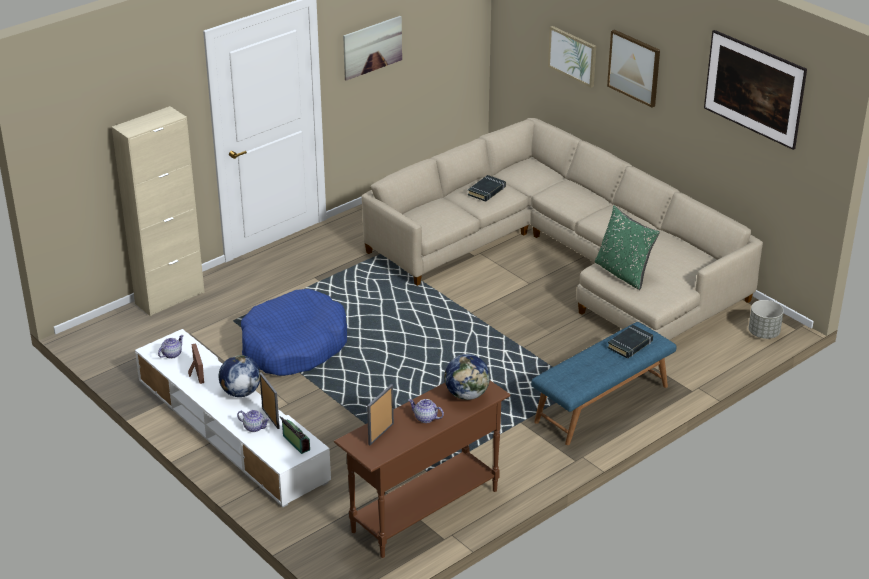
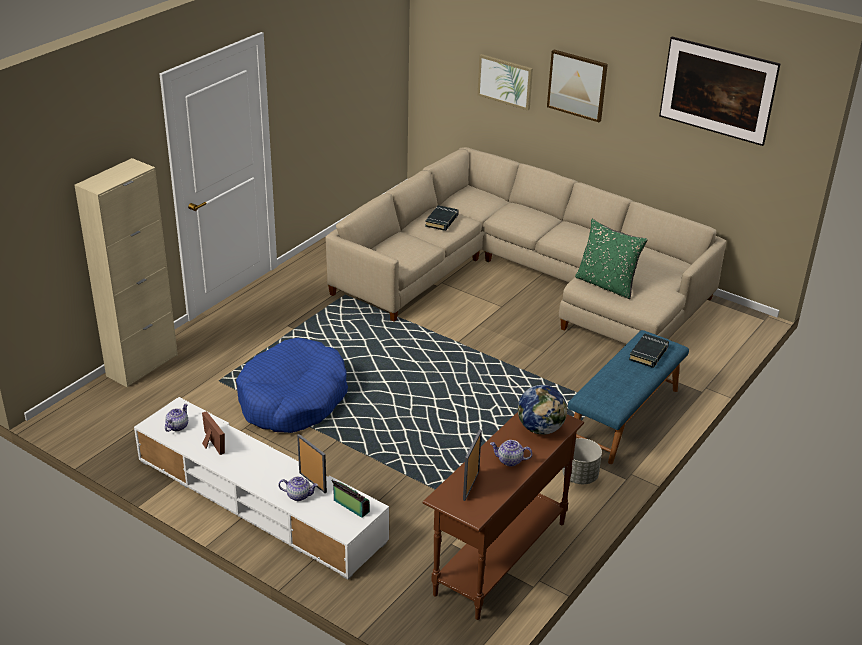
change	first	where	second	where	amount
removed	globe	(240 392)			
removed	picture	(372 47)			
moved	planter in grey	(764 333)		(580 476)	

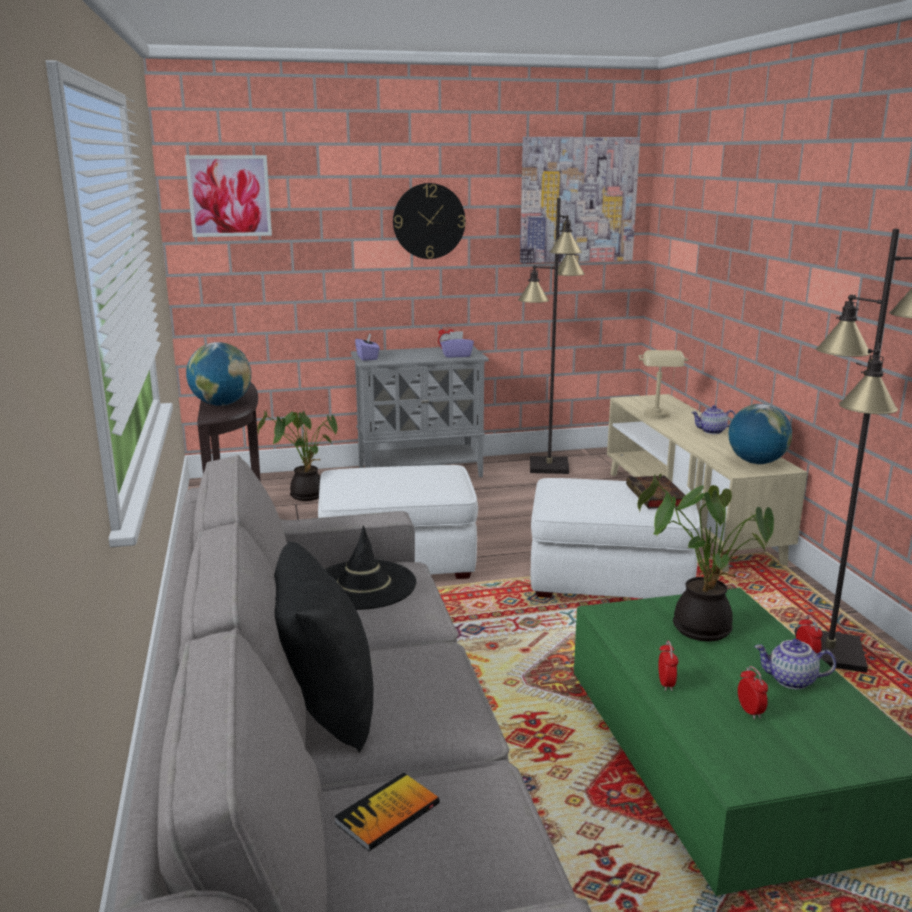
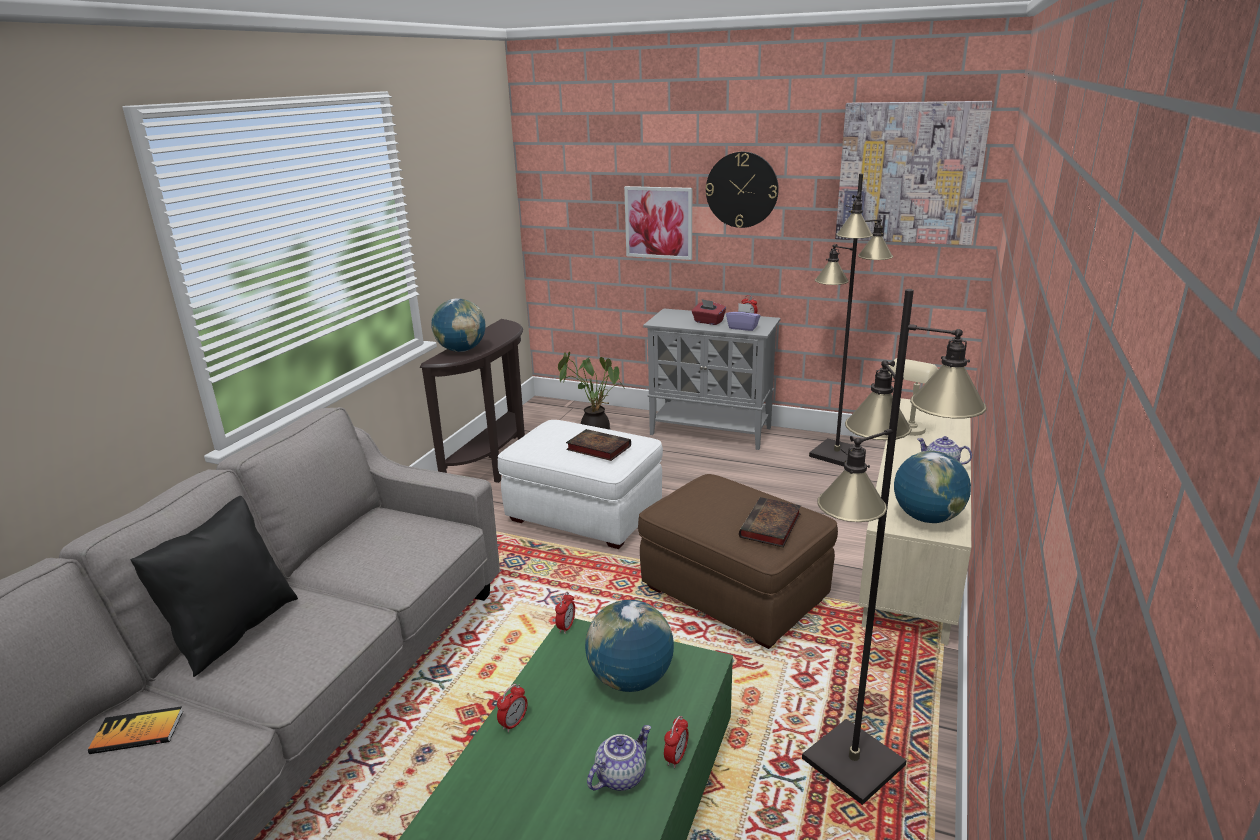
change	first	where	second	where	amount
moved	picture	(229 196)		(658 222)	
removed	hat in black	(363 585)			
removed	tissue box in purple	(367 358)			
recoloured	ottoman in white	(610 581)	ottoman in brown	(735 595)	
replaced	potted plant	(700 626)	globe	(630 680)	
moved	alarm clock	(750 711)		(566 627)	
turned	teapot	(791 681)		(620 776)	90 degrees clockwise
added			book	(597 448)	
added			tissue box in red	(708 322)	

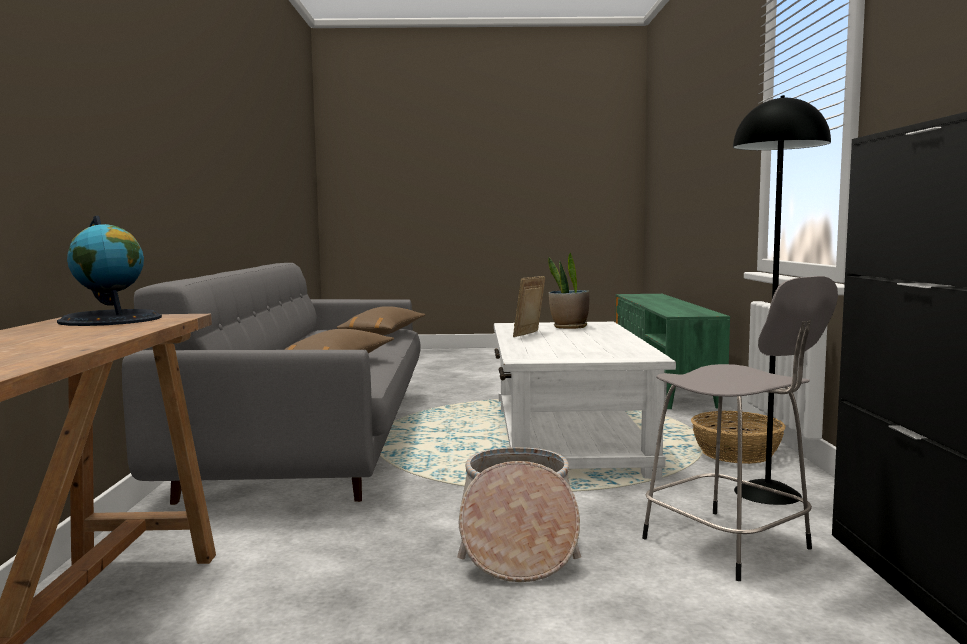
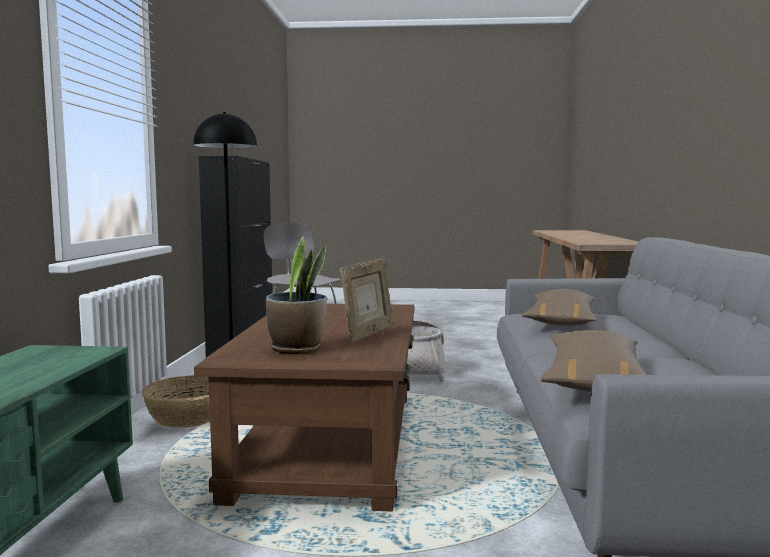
change	first	where	second	where	amount
removed	globe	(111 319)			
recoloured	coffee table in white	(567 438)	coffee table in brown	(330 442)	

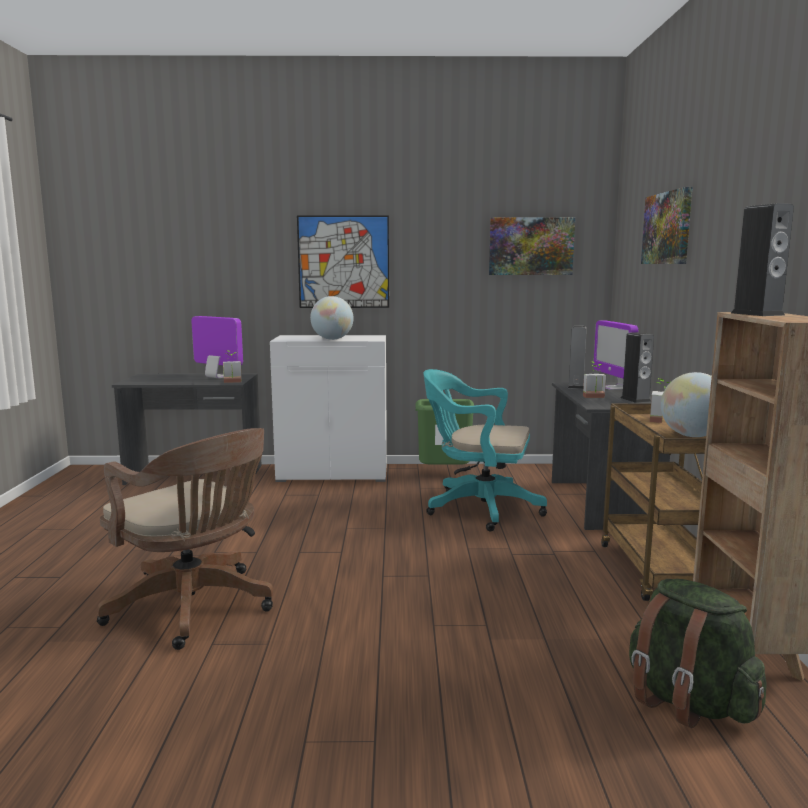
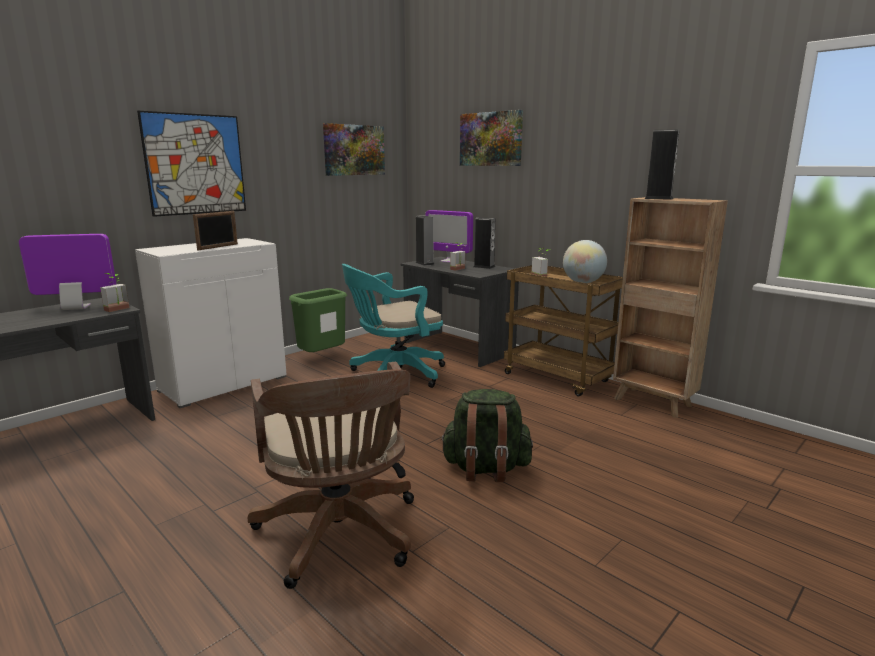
change	first	where	second	where	amount
turned	office chair in brown	(195 608)		(340 536)	75 degrees clockwise
replaced	globe	(332 339)	picture frame	(218 247)	
moved	backpack in green	(687 702)		(485 469)	

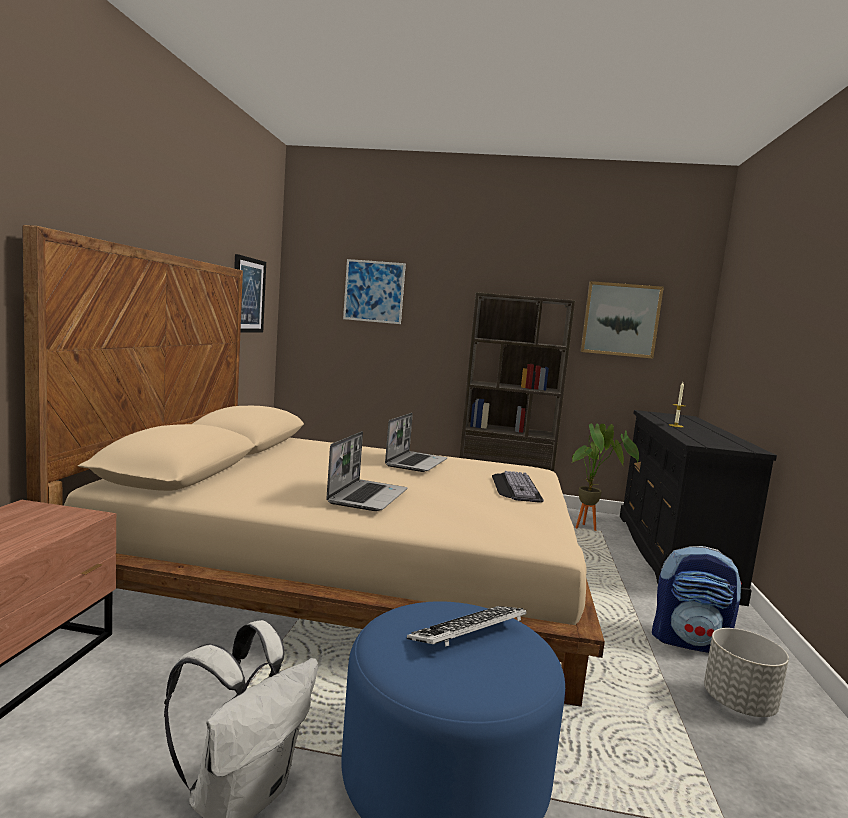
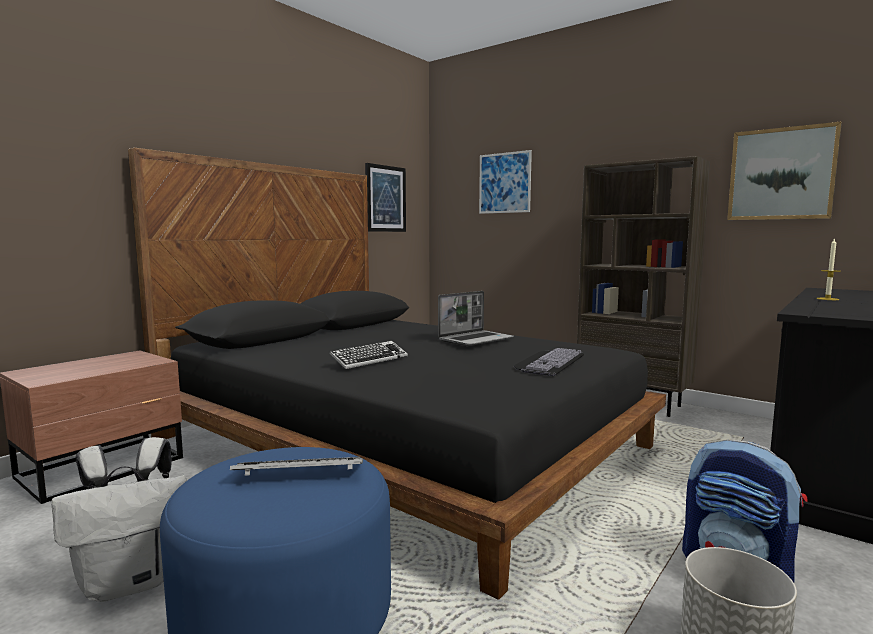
change	first	where	second	where	amount
recoloured	bed in beige	(350 573)	bed in black	(403 442)	
replaced	laptop	(367 496)	keyboard	(369 360)	
removed	potted plant	(590 528)			

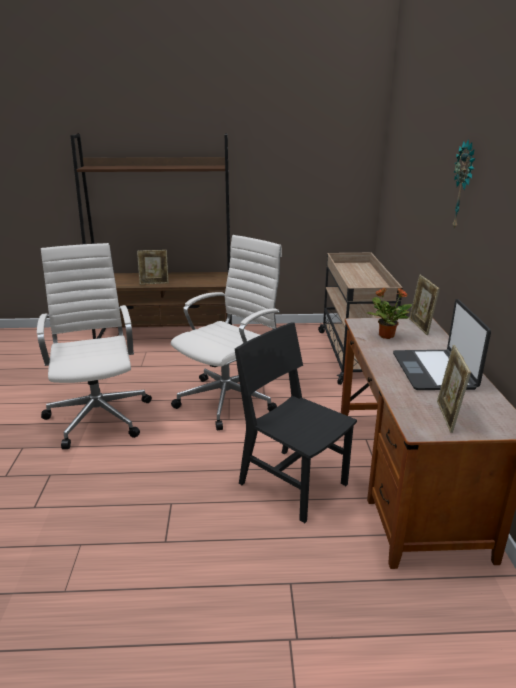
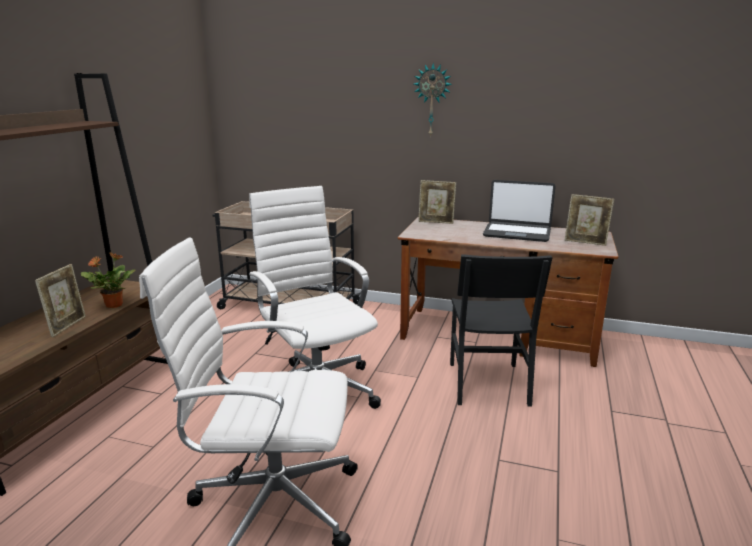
change	first	where	second	where	amount
turned	chair in black	(293 483)		(487 383)	60 degrees counterclockwise
moved	potted plant	(385 335)		(113 305)	

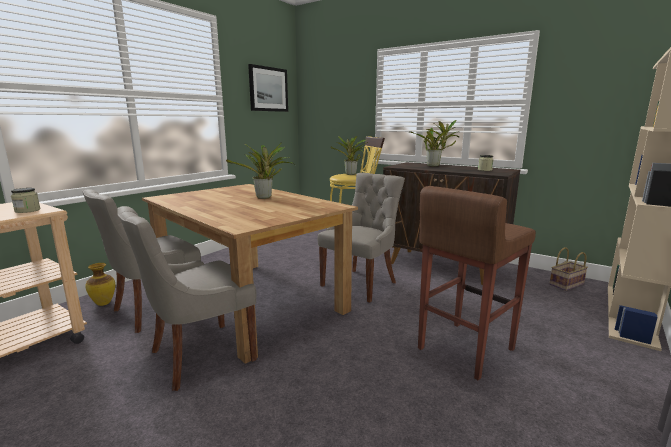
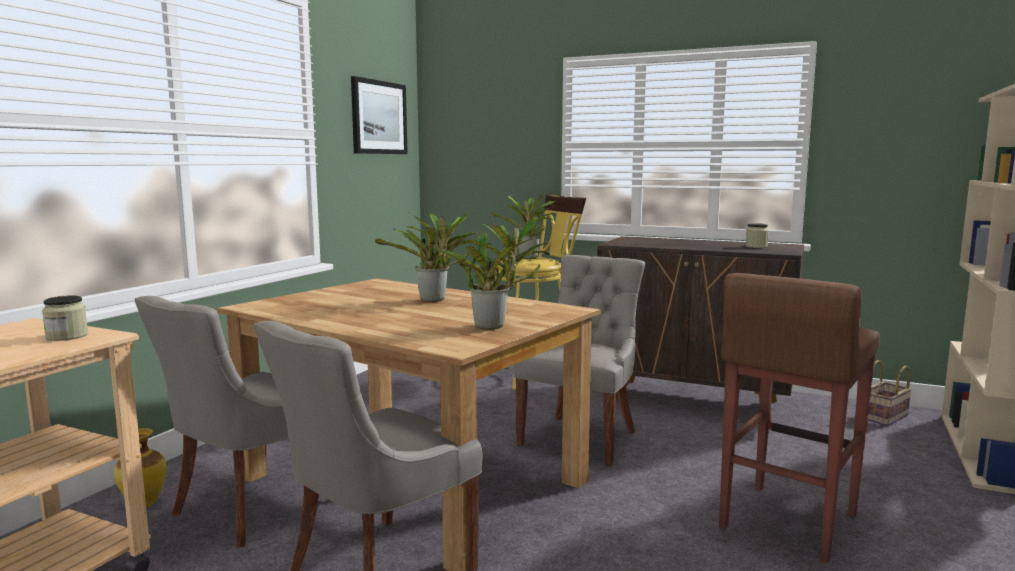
change	first	where	second	where	amount
moved	potted plant	(435 166)		(494 326)	

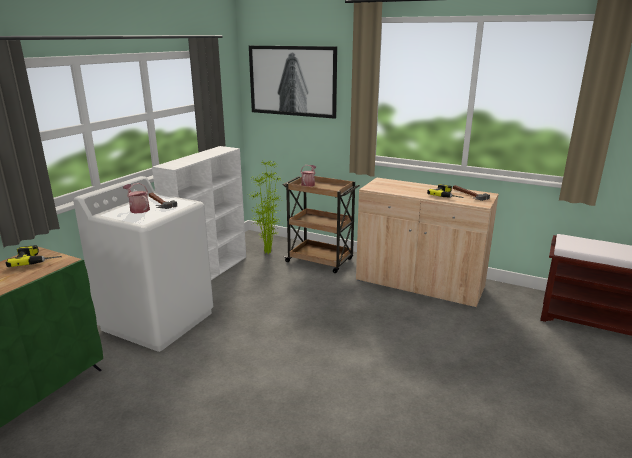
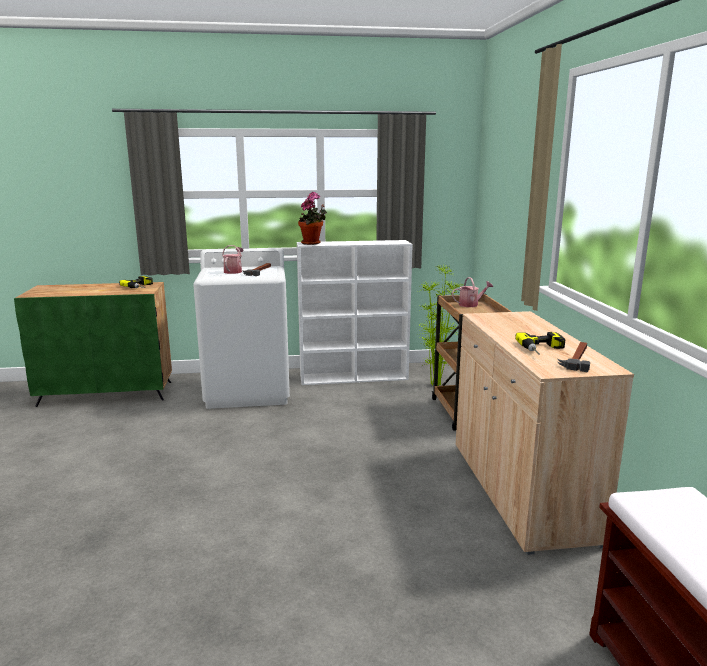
change	first	where	second	where	amount
removed	picture	(293 81)			
added			potted plant	(312 243)	

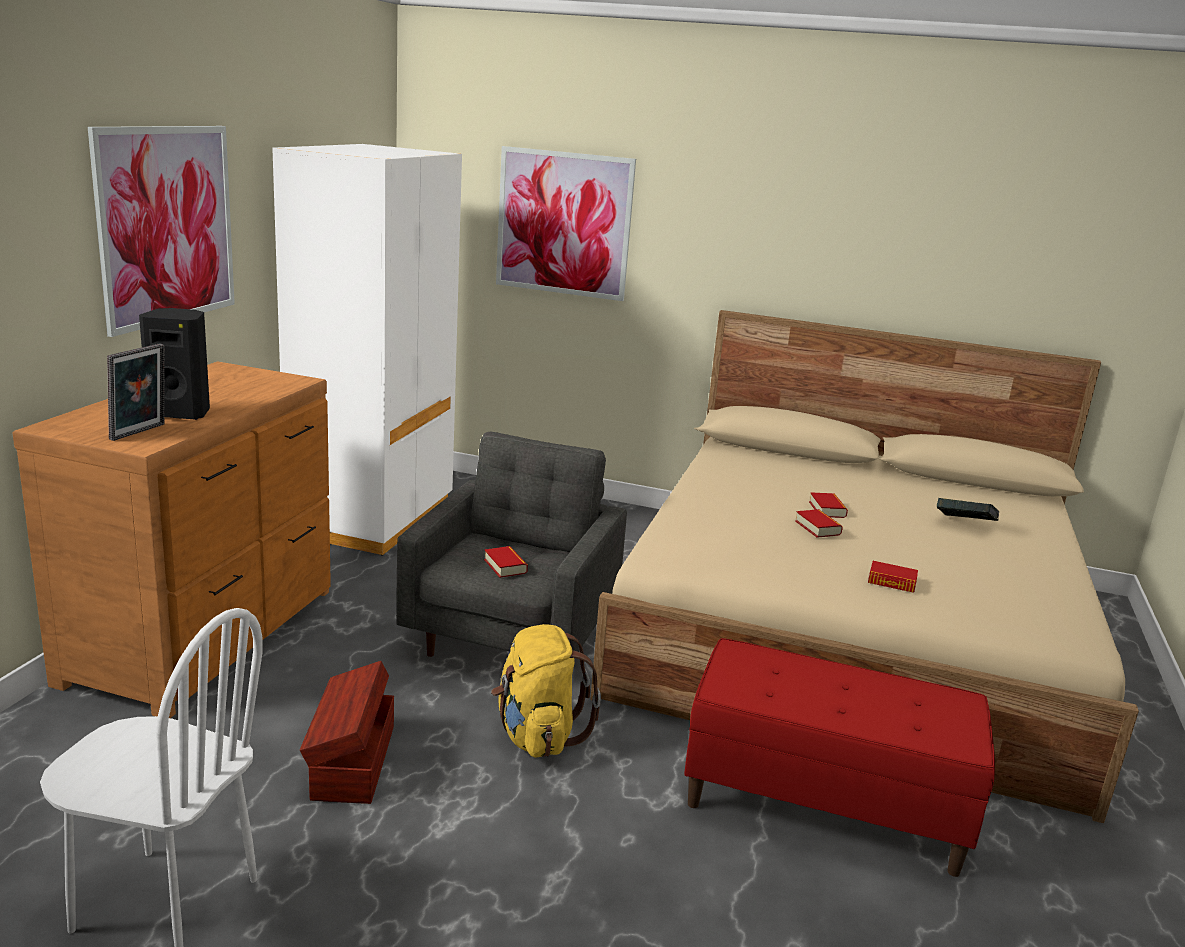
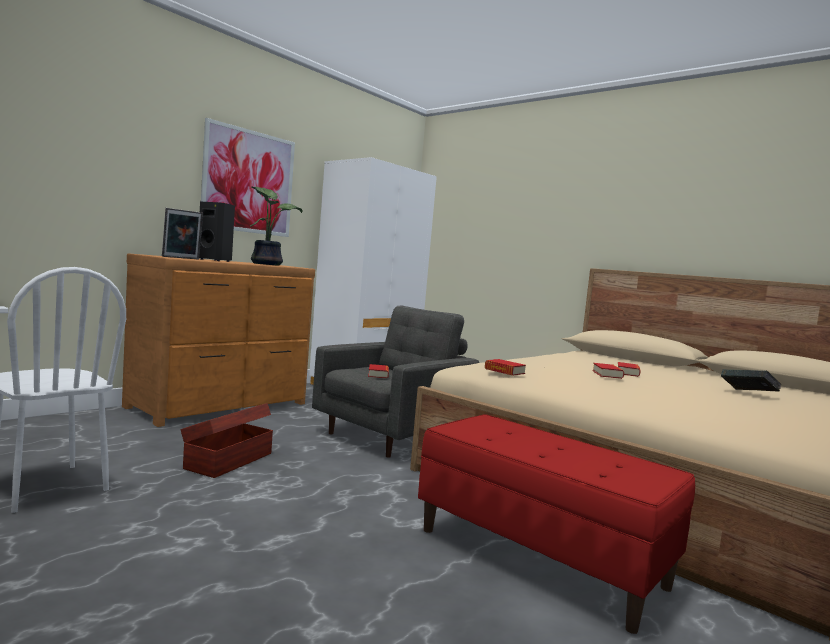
change	first	where	second	where	amount
removed	backpack in yellow	(537 736)			
removed	picture	(563 223)			
moved	book	(891 582)		(504 371)	
added			potted plant	(267 264)	

